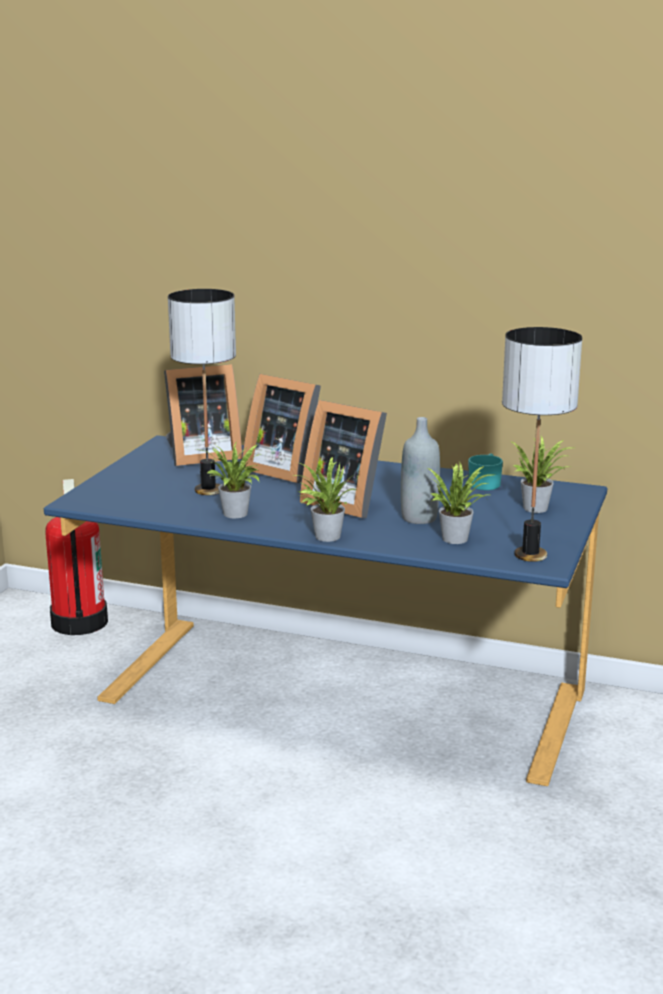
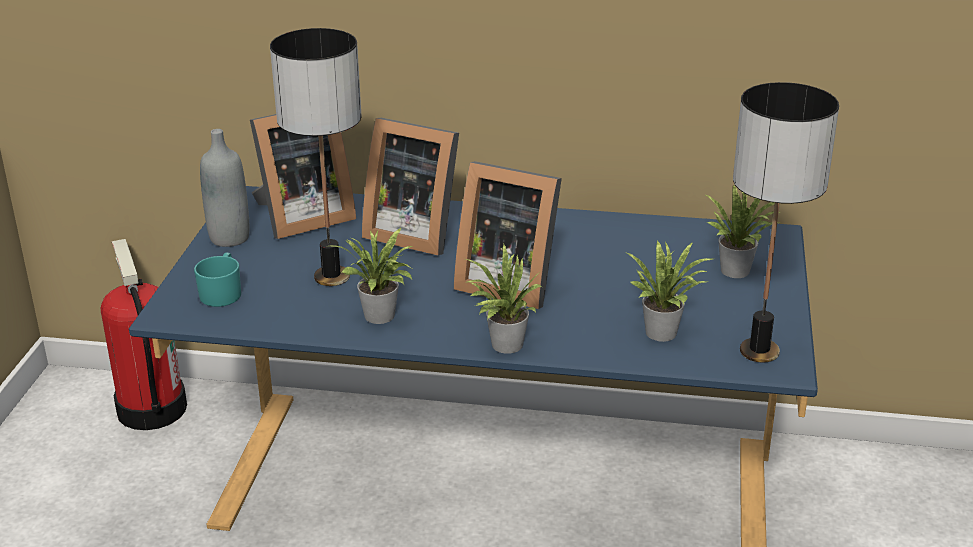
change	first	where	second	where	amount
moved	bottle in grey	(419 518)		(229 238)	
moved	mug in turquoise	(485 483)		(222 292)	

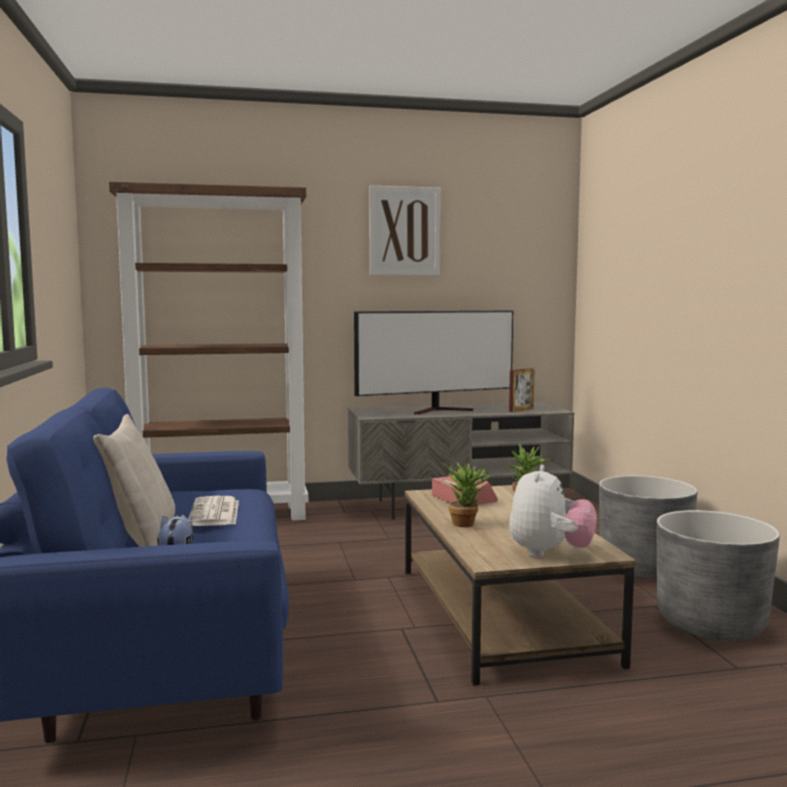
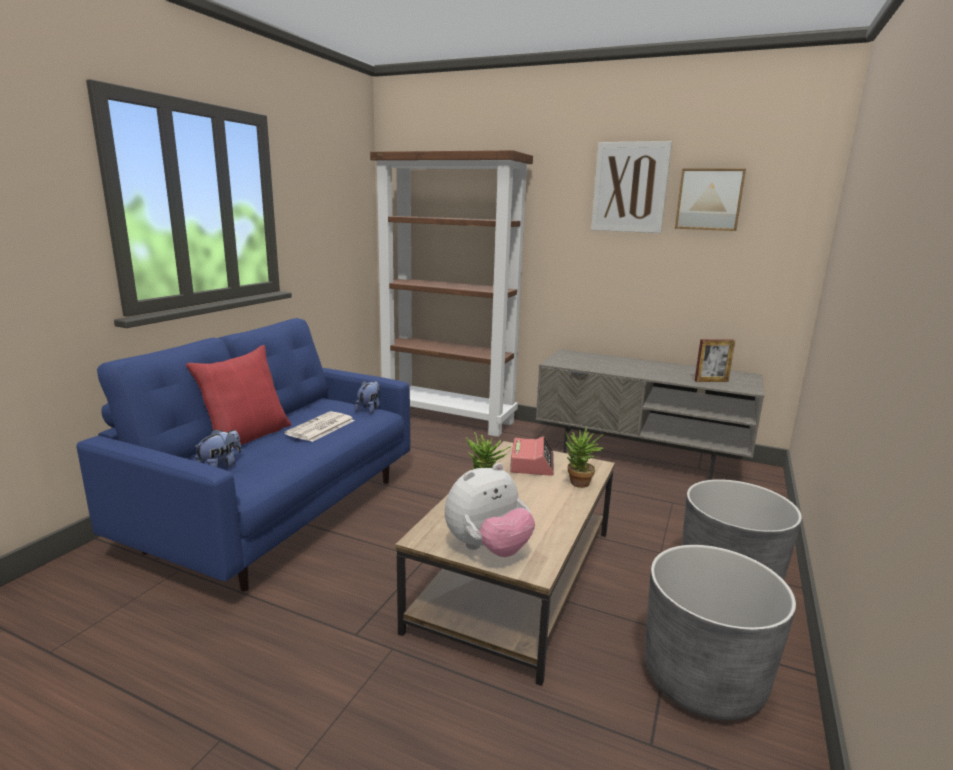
change	first	where	second	where	amount
recoloured	pillow in beige	(141 538)	pillow in red	(247 437)	
removed	television	(441 410)			
added			plush toy	(369 409)	
added			picture	(709 199)	

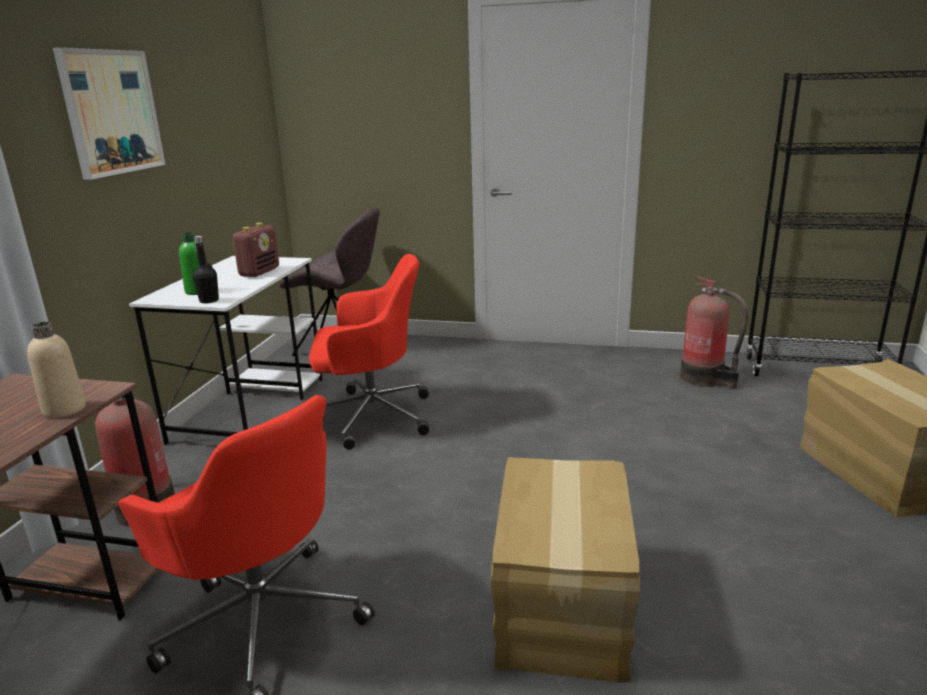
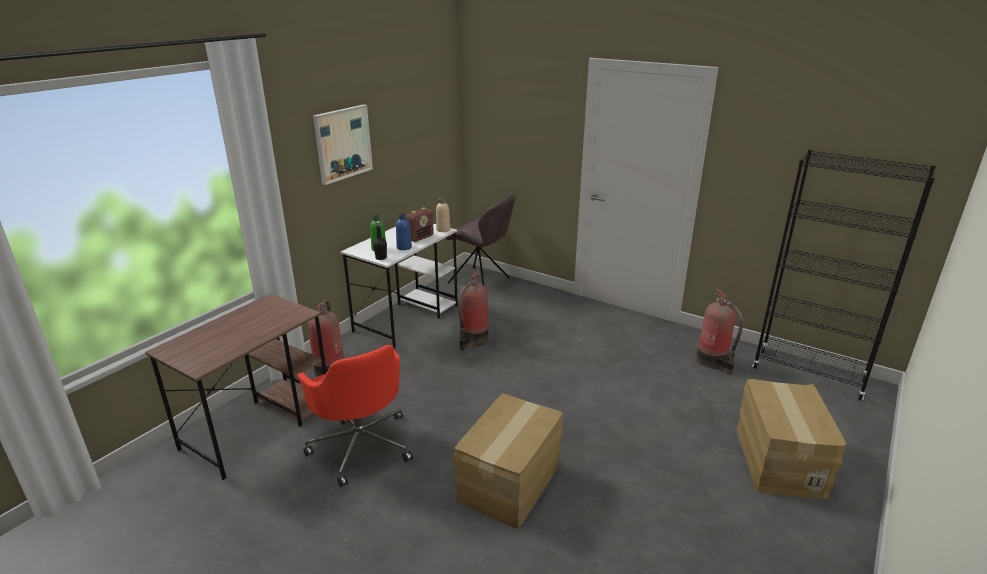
change	first	where	second	where	amount
moved	bottle in beige	(64 410)		(443 229)	
replaced	office chair in red	(371 416)	fire extinguisher	(473 339)	
added			bottle in blue	(404 247)	

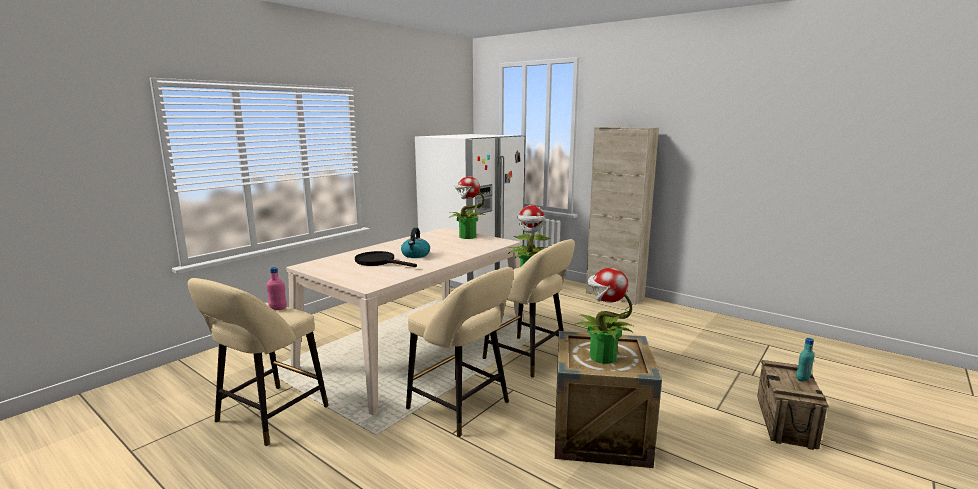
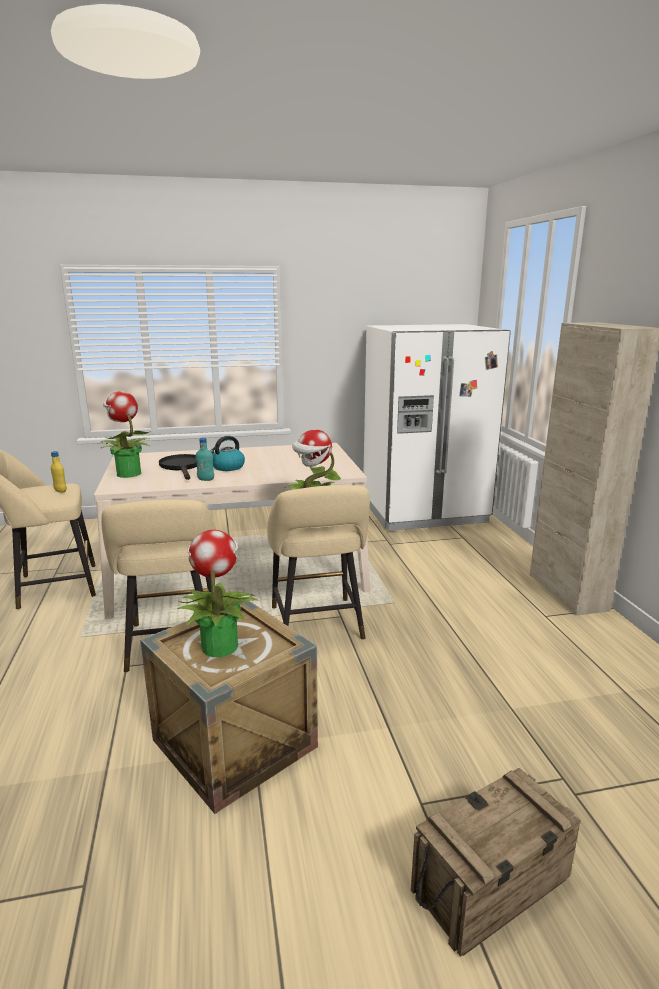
change	first	where	second	where	amount
recoloured	bottle in pink	(278 308)	bottle in yellow	(60 491)	
moved	potted plant	(467 237)		(128 473)	
moved	bottle in turquoise	(802 379)		(206 479)	

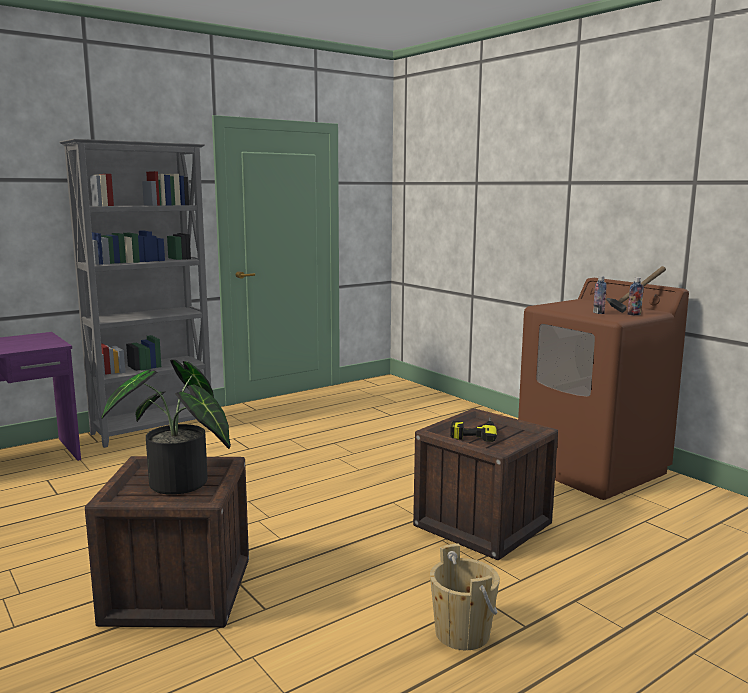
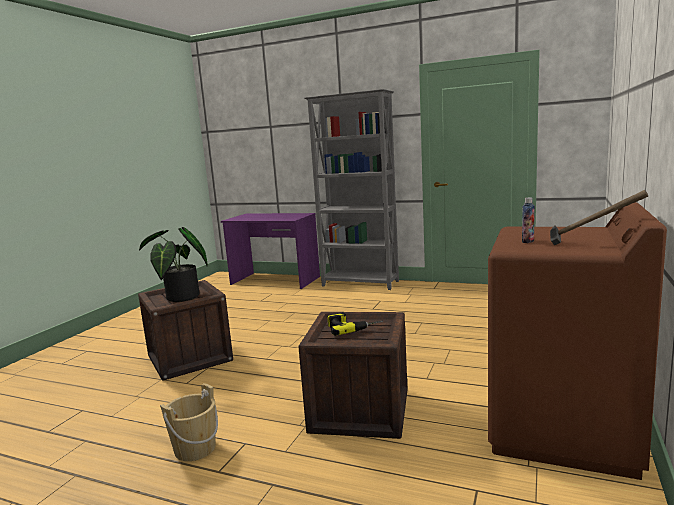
change	first	where	second	where	amount
removed	bottle	(634 314)			

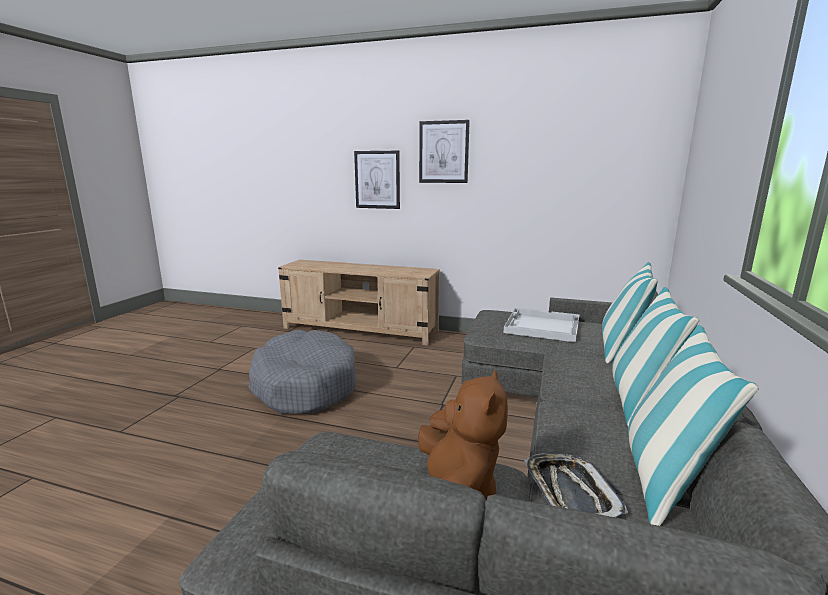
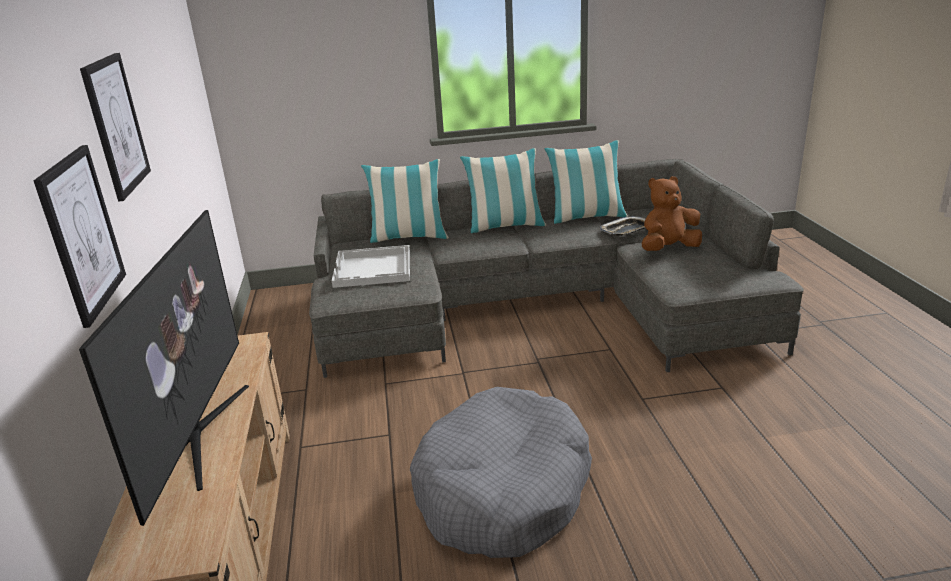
change	first	where	second	where	amount
added			television	(199 435)	

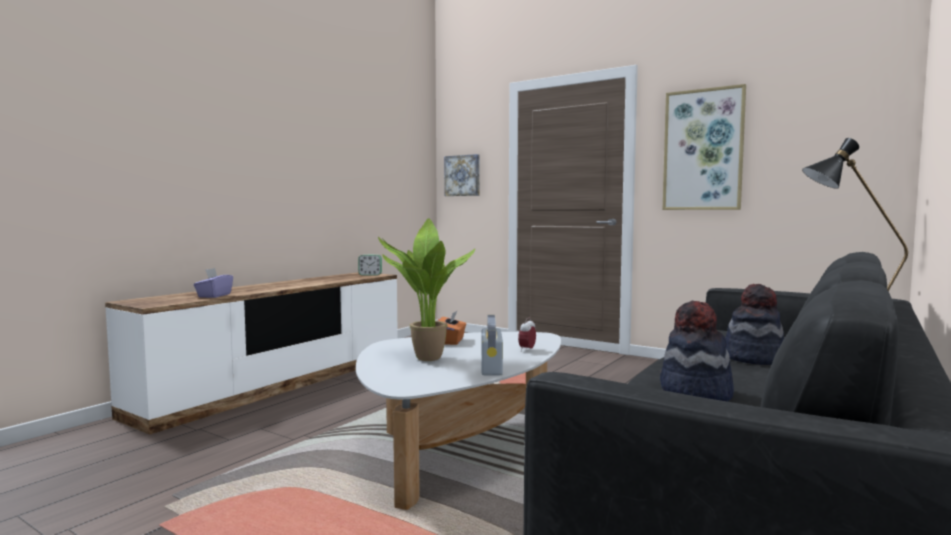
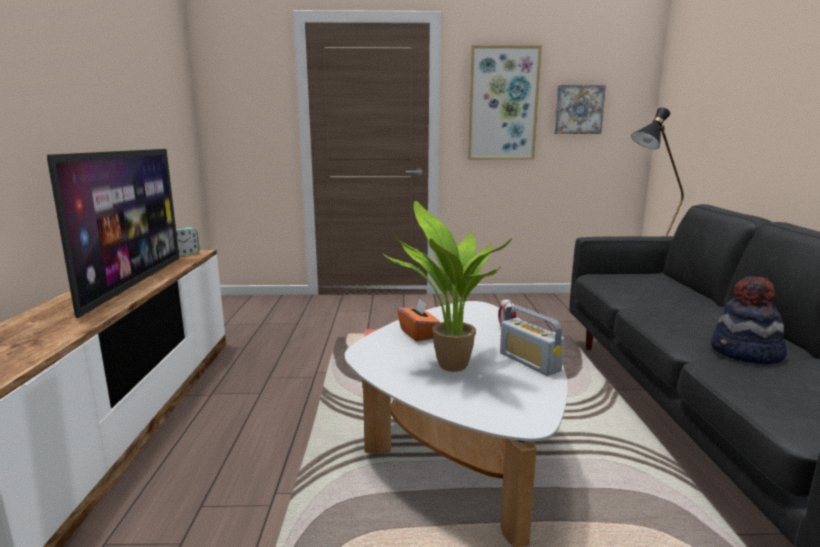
change	first	where	second	where	amount
removed	tissue box in purple	(214 296)			
moved	picture	(463 175)		(578 109)	
removed	hat	(753 358)			
added			television	(134 283)	

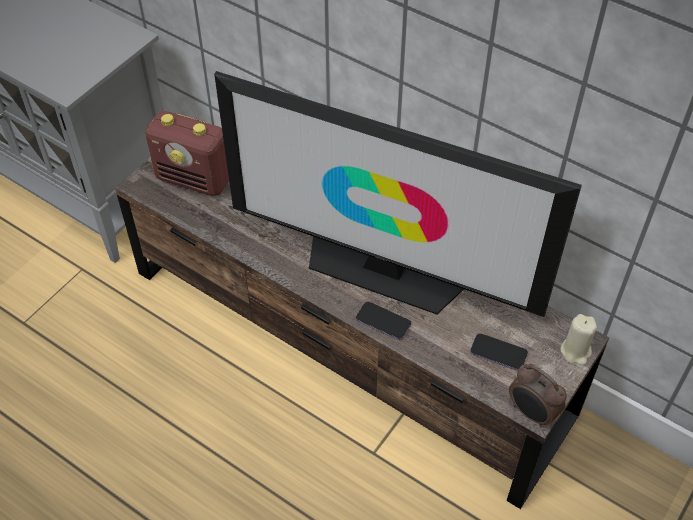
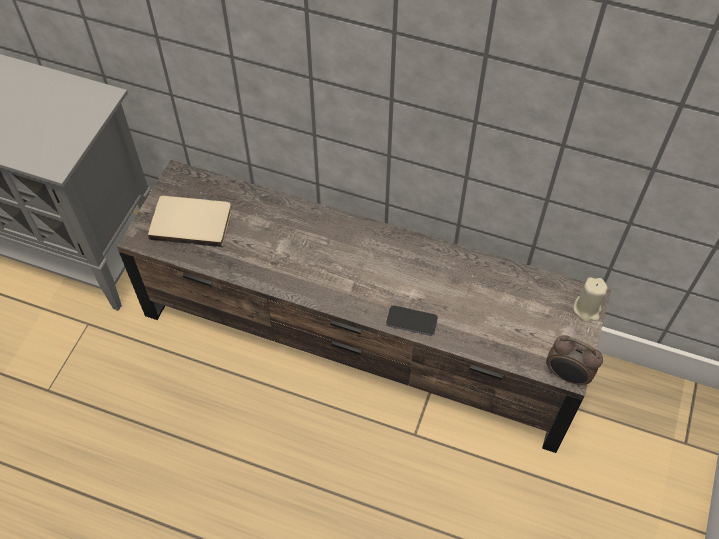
change	first	where	second	where	amount
replaced	radio	(194 179)	book in beige	(191 221)	
removed	television	(383 269)			
removed	phone	(498 353)			

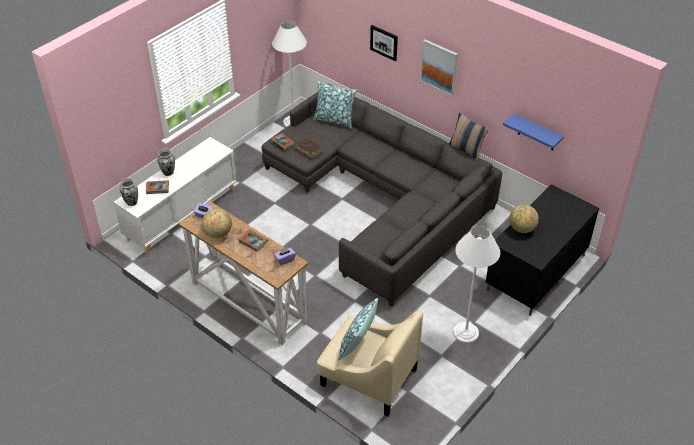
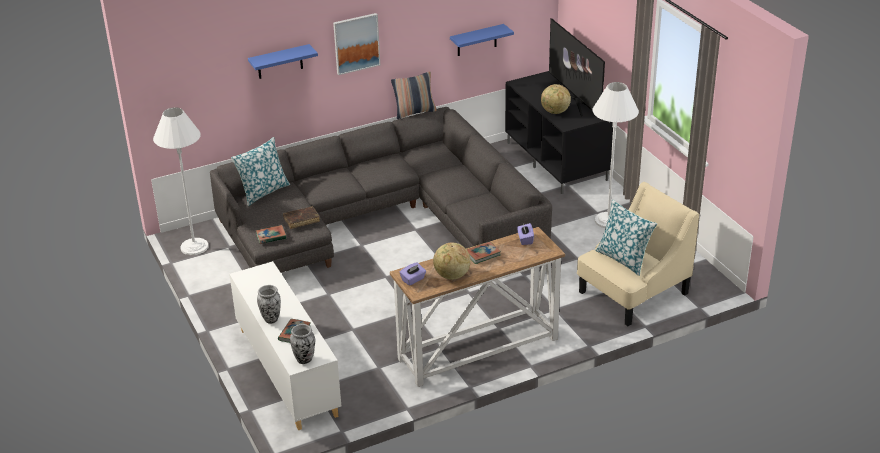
change	first	where	second	where	amount
replaced	picture	(384 42)	shelf in blue	(280 62)	
added			television	(575 100)	

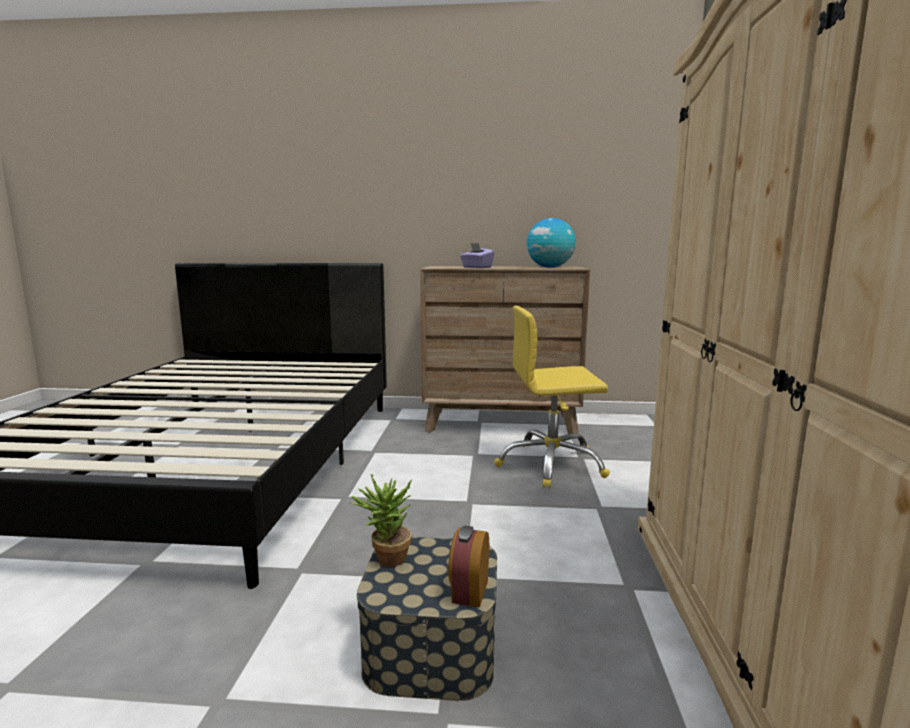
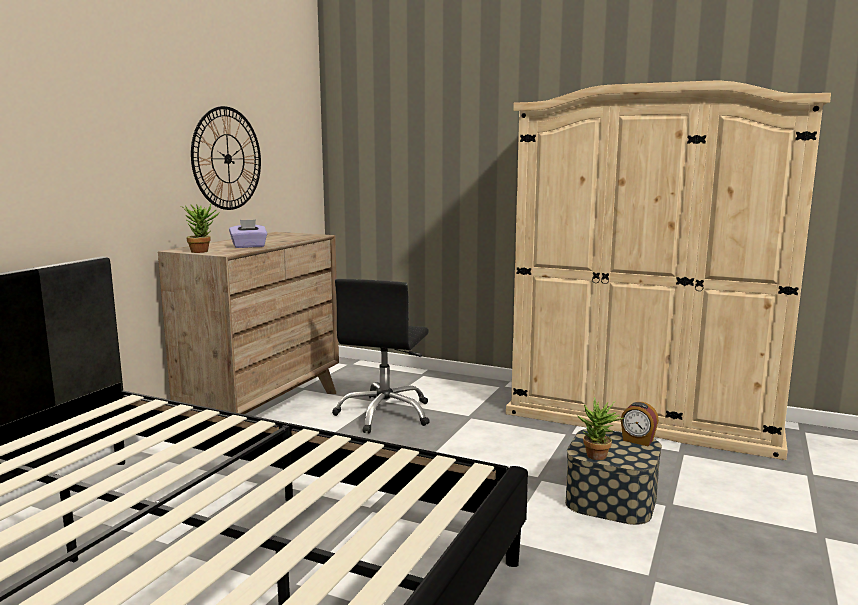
change	first	where	second	where	amount
recoloured	office chair in yellow	(551 465)	office chair in black	(385 414)	
removed	globe	(550 267)			
added			potted plant	(202 251)	
added			wall clock	(227 158)	

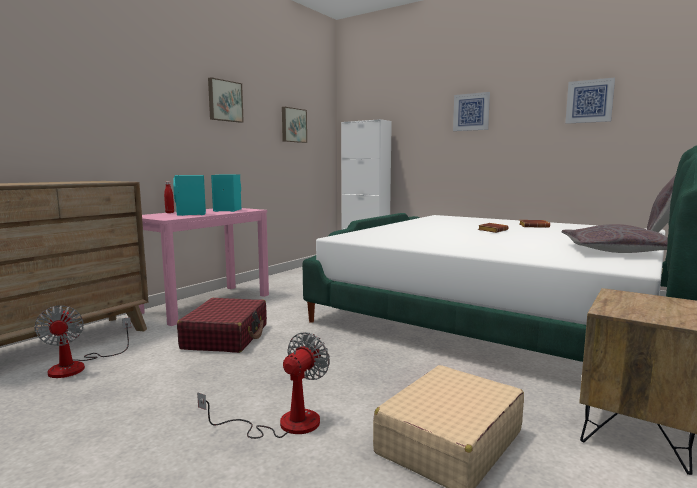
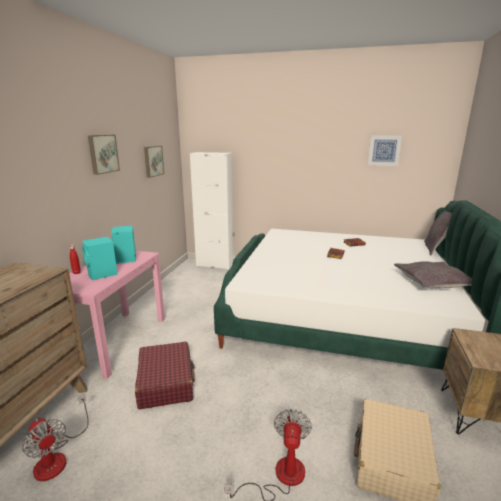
change	first	where	second	where	amount
removed	picture	(471 112)			

